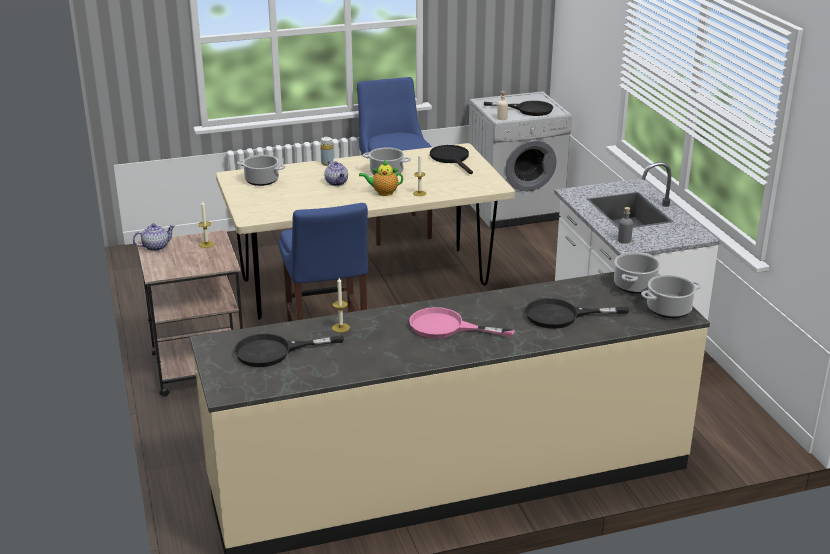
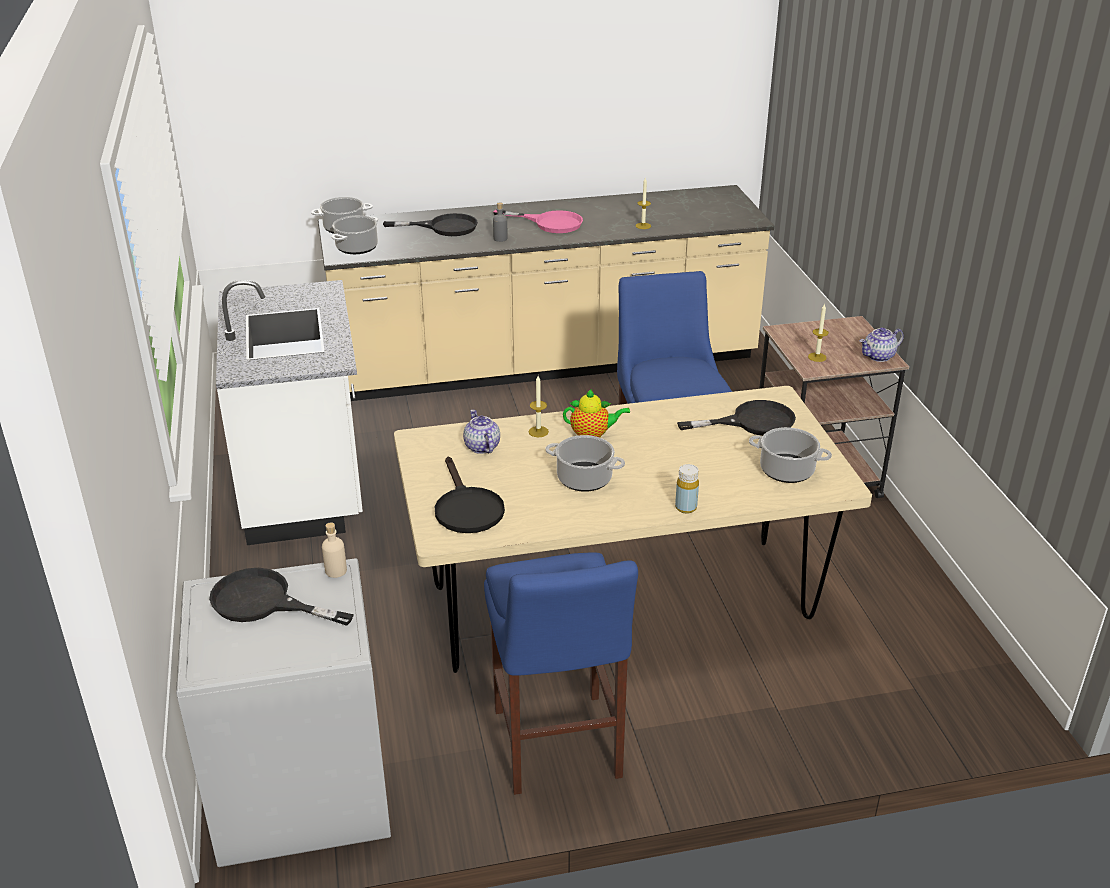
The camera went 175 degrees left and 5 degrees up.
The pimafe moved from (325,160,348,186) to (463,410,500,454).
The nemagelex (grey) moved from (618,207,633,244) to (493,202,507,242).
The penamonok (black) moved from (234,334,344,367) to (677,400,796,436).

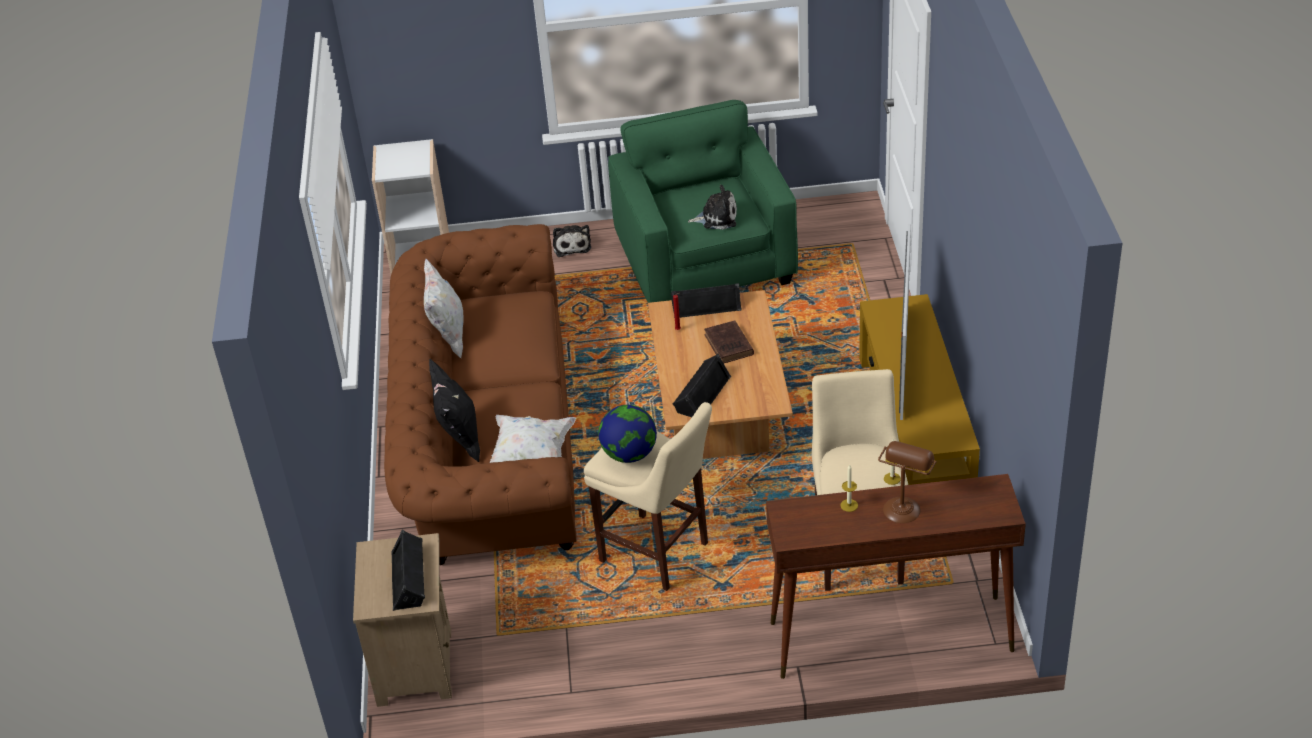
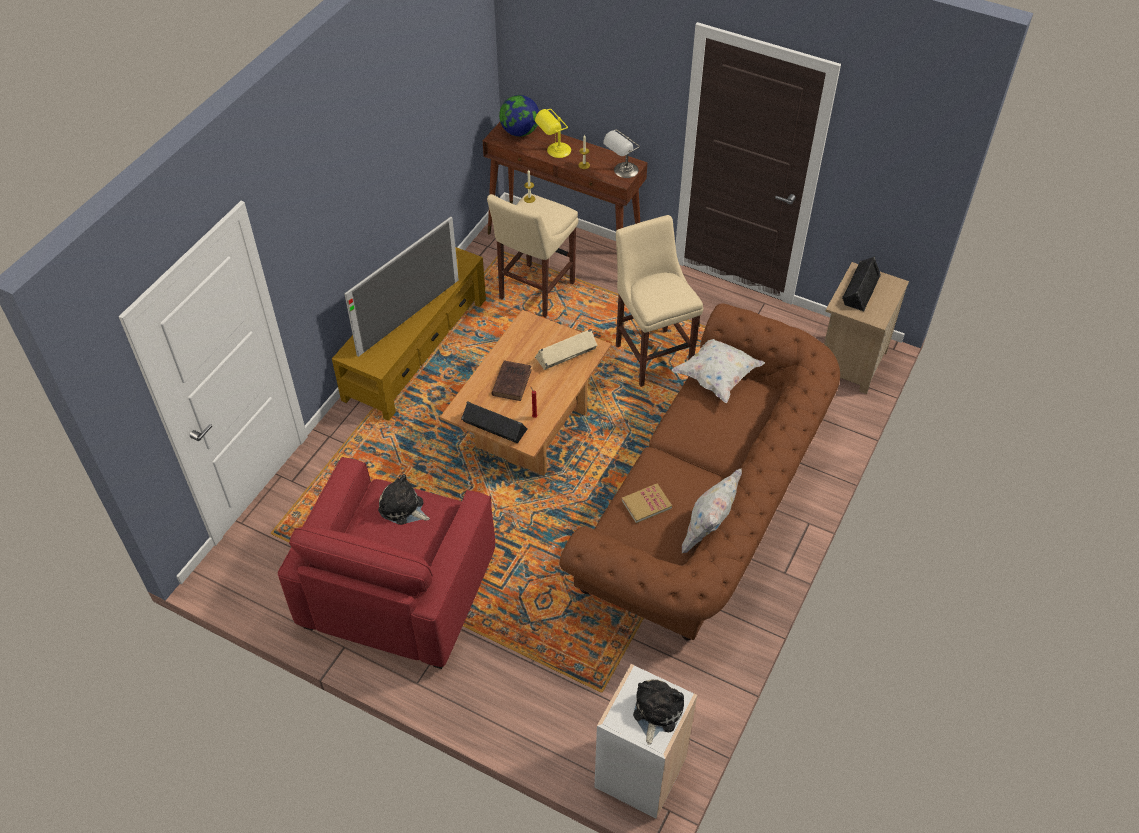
The camera went 150 degrees left and 10 degrees up.
The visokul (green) at (608,100,798,303) became the visokul (red) at (278,457,495,669).
The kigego moved from (553,225,591,257) to (633,679,684,745).
The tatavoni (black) at (673,354,731,417) became the tatavoni (beige) at (535,329,598,370).
The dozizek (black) at (429,359,480,462) disappeared.
The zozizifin moved from (598,405,657,463) to (499,95,539,137).
The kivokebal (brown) at (878,441,936,523) became the kivokebal (yellow) at (535,109,571,158).
The kivokebal (white) at (603,129,640,178) appeared.
The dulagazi at (621,484,672,523) appeared.

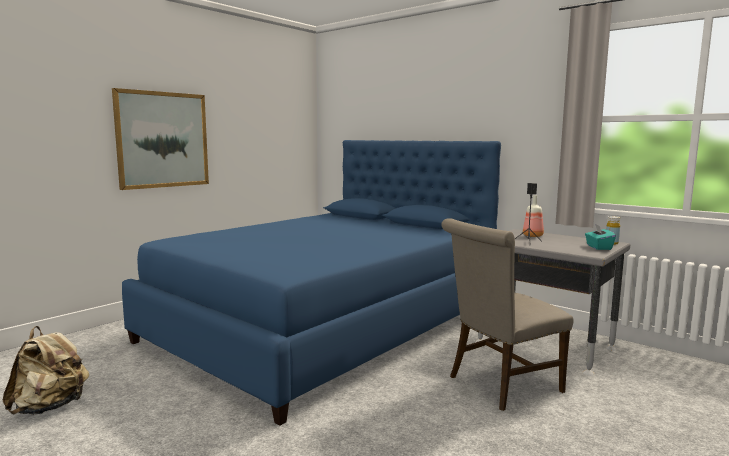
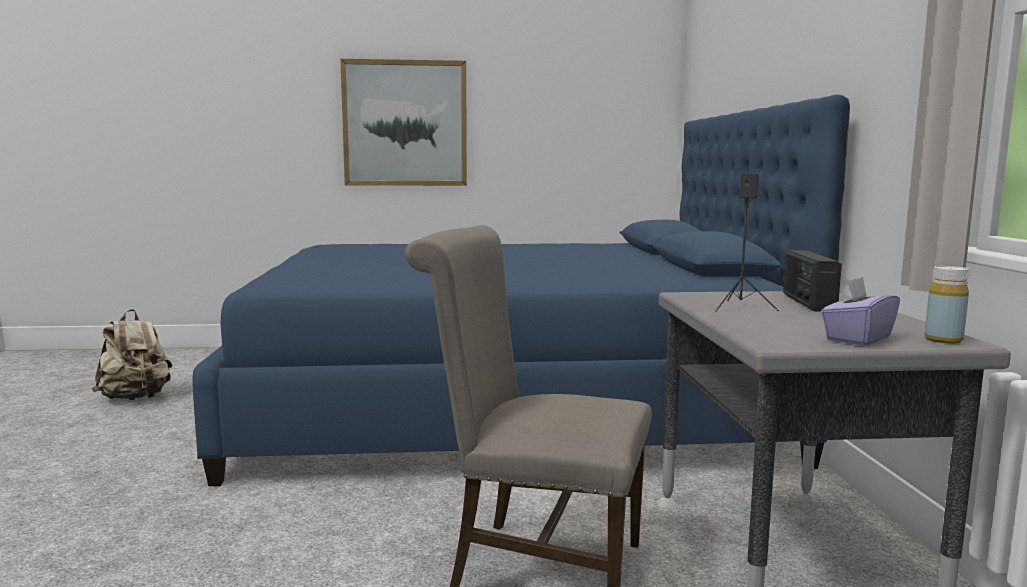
The camera went 45 degrees right and 0 degrees up.
The nemagelex at (523,195,544,237) was replaced by the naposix at (783,250,842,312).
The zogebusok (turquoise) at (585,224,616,250) became the zogebusok (purple) at (821,277,900,346).

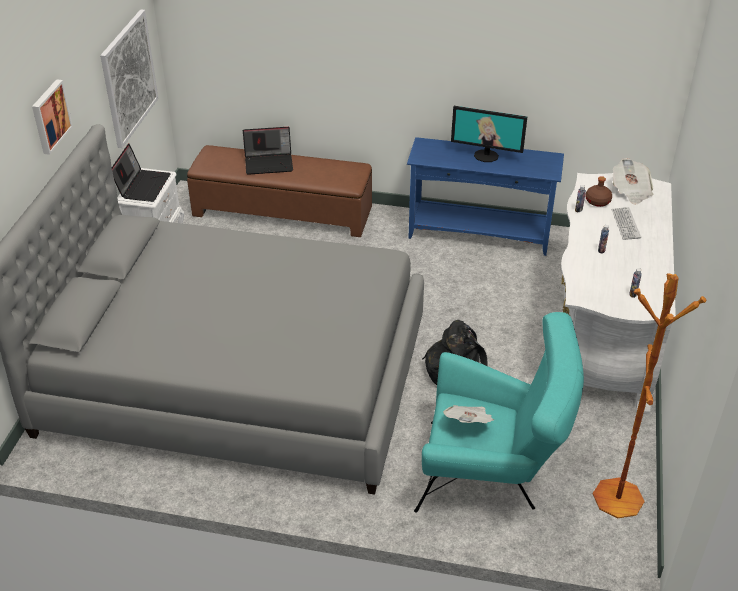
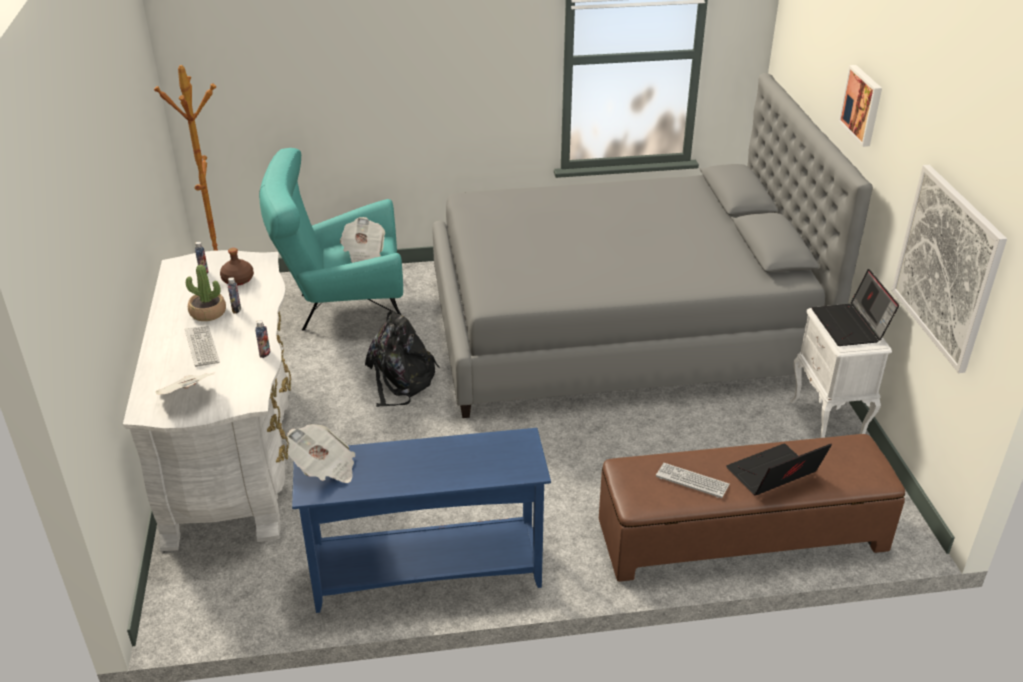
The camera went 160 degrees right and 5 degrees down.
The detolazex at (451,106,527,162) disappeared.
The nemagelex (brown) moved from (585,176,612,207) to (220,248,254,286).
The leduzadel at (186,265,226,321) appeared.
The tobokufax at (287,424,355,483) appeared.
The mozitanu at (656,463,729,498) appeared.

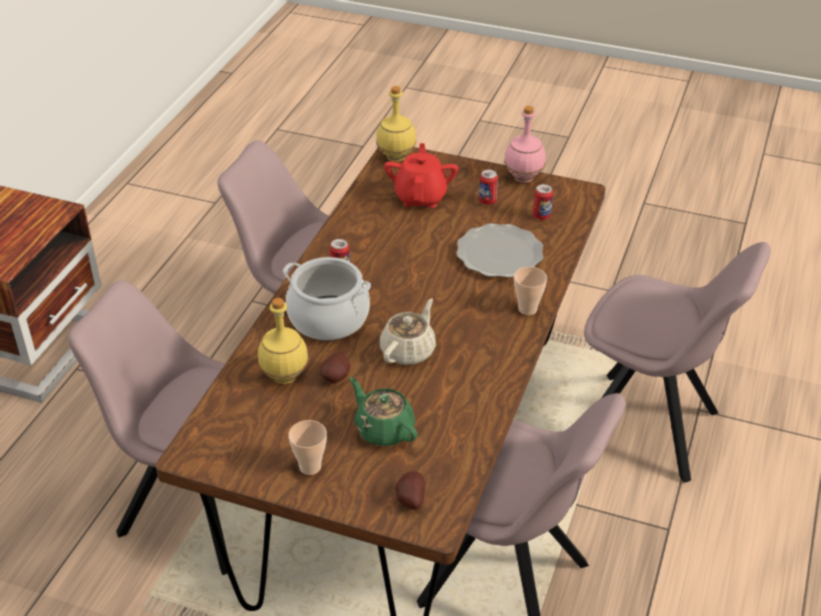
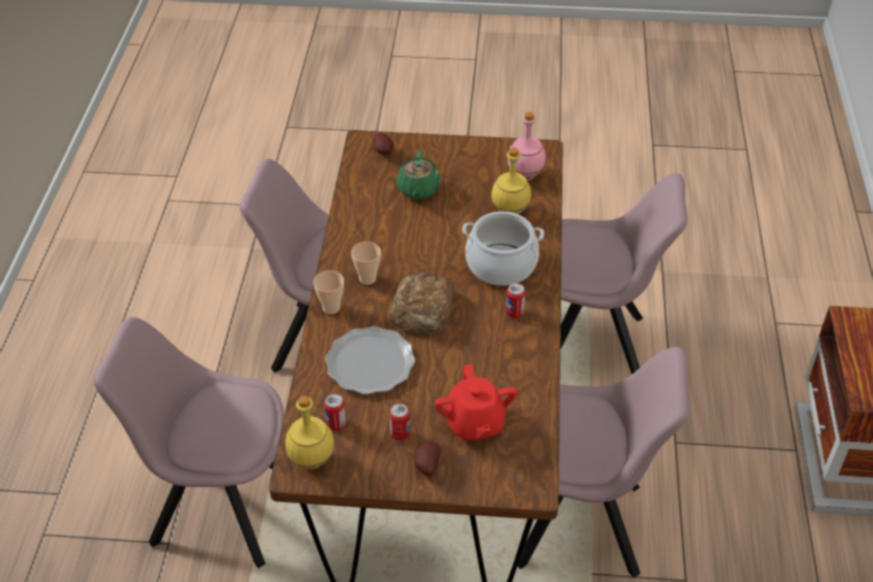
The camera went 165 degrees right and 5 degrees up.
The nemagelex (yellow) moved from (376,86,416,162) to (285,396,335,469).
The nemagelex (pink) moved from (504,106,546,183) to (507,112,546,181).
The pimafe (beige) at (380,299,436,365) disappeared.
The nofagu moved from (320,352,350,383) to (414,442,440,477).
The pimafe (green) at (350,377,418,446) turned 60 degrees clockwise.
The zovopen moved from (288,420,327,475) to (351,242,381,285).
The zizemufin at (389,272,454,334) appeared.

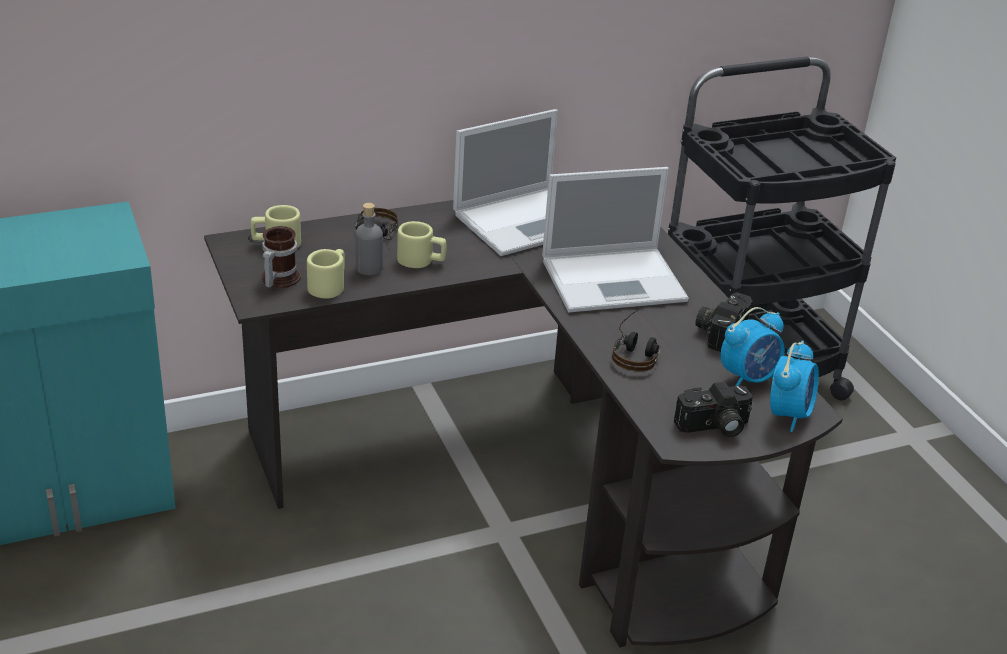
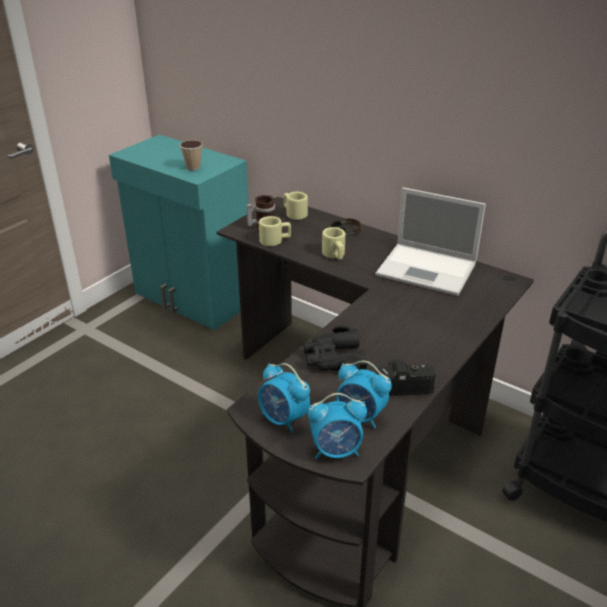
The camera went 60 degrees right and 0 degrees up.
The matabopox at (542,167,689,312) disappeared.
The nemagelex (grey) at (355,203,383,275) disappeared.
The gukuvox at (612,310,661,372) was replaced by the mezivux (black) at (303,326,368,371).
The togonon at (674,381,753,437) was replaced by the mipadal at (258,363,310,433).
The zovopen at (180,140,203,171) appeared.

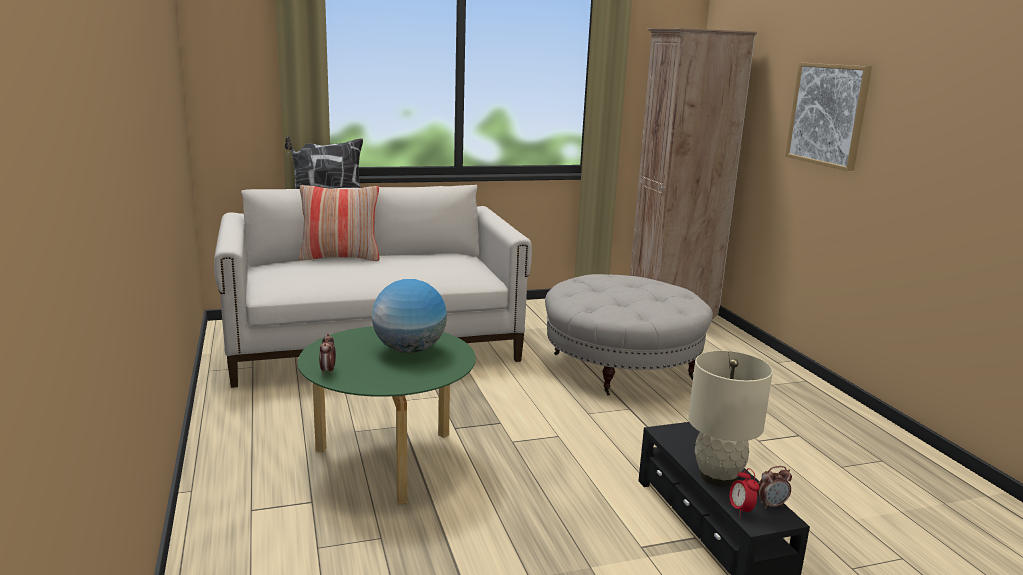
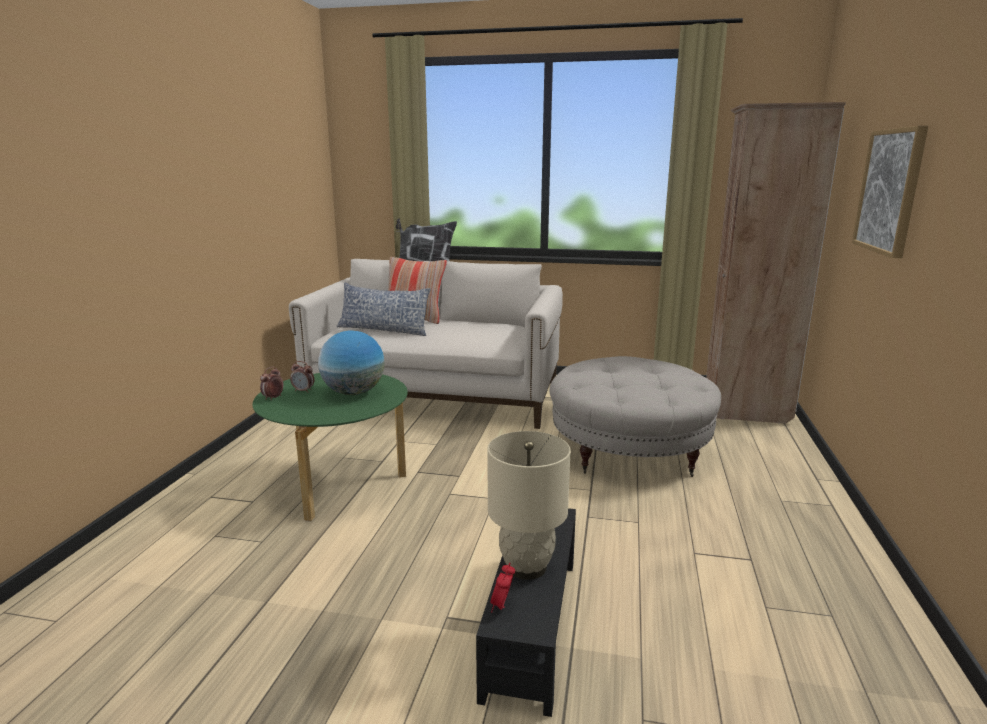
The camera went 30 degrees right and 0 degrees up.
The mipadal moved from (757,466,792,509) to (290,361,314,393).
The dozizek at (337,283,431,336) appeared.

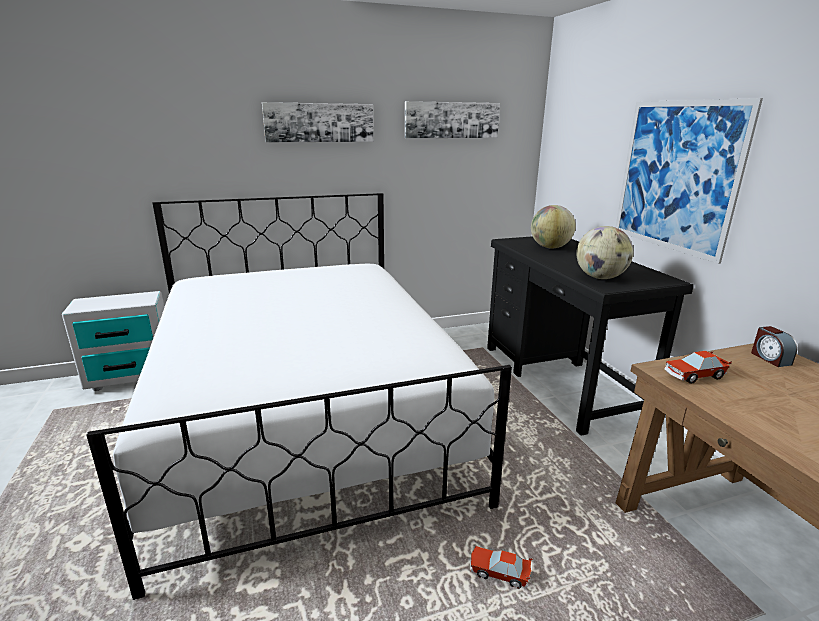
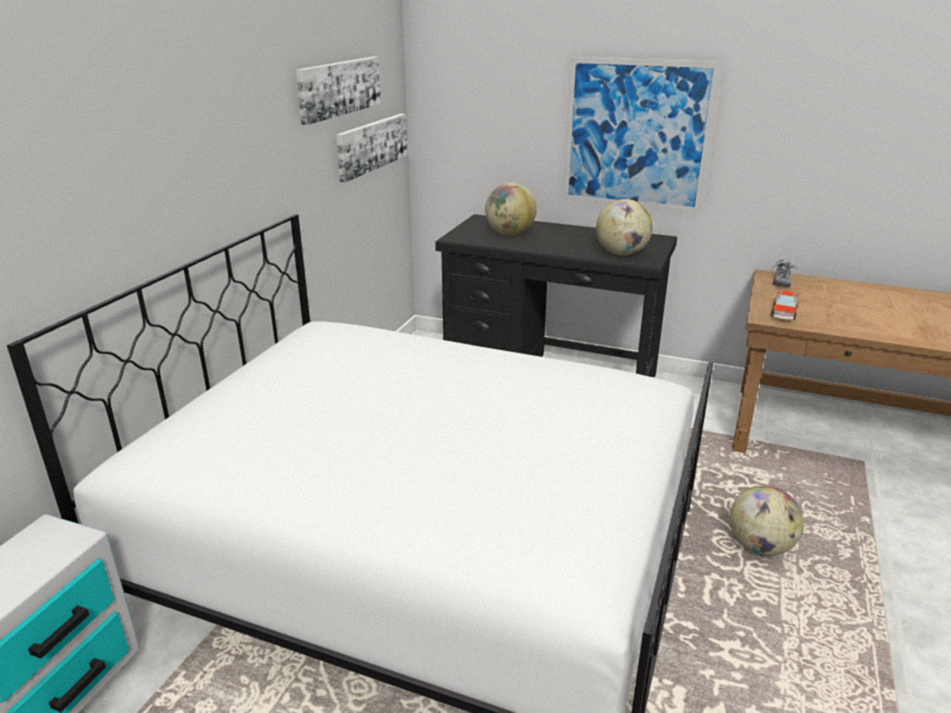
The camera went 50 degrees left and 5 degrees up.
The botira moved from (262,102,373,142) to (336,114,407,183).
The mipadal at (751,326,798,367) was replaced by the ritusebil at (771,260,797,287).
The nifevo at (470,546,532,589) was replaced by the zozizifin at (730,485,804,556).

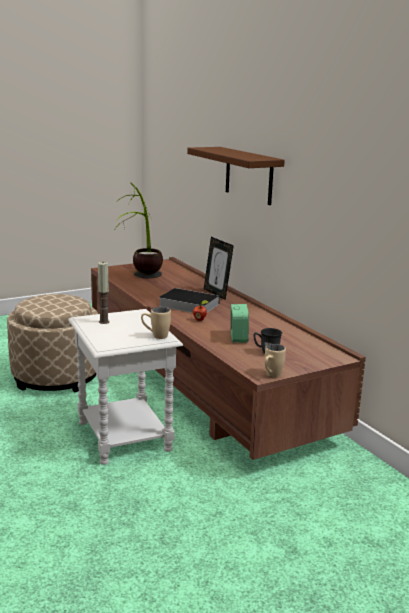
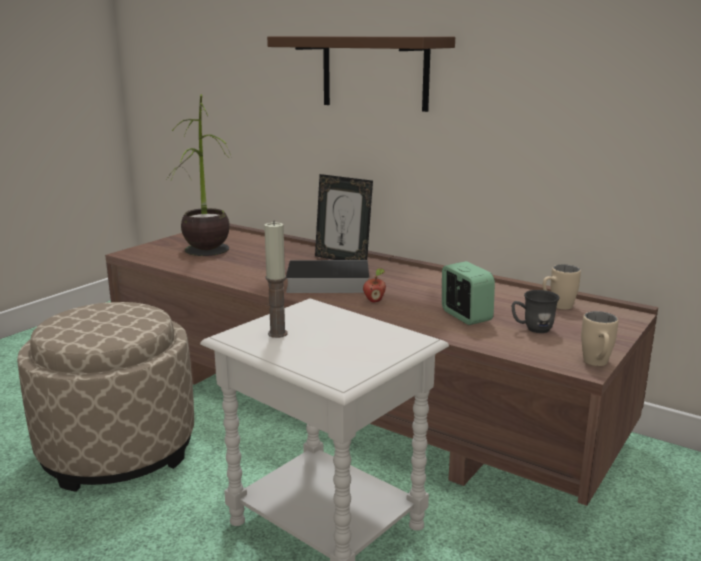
The camera went 25 degrees left and 0 degrees up.
The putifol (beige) moved from (141,307,171,339) to (542,265,581,309).

